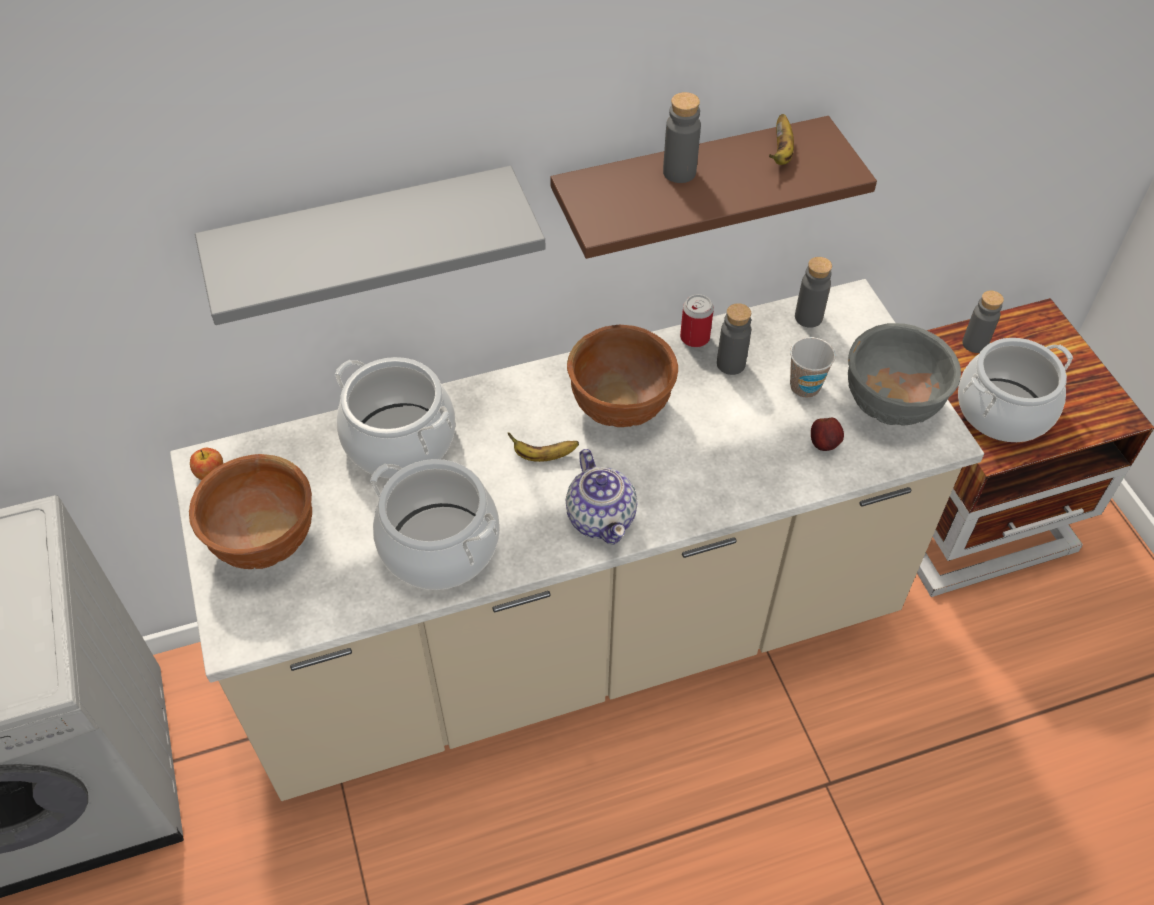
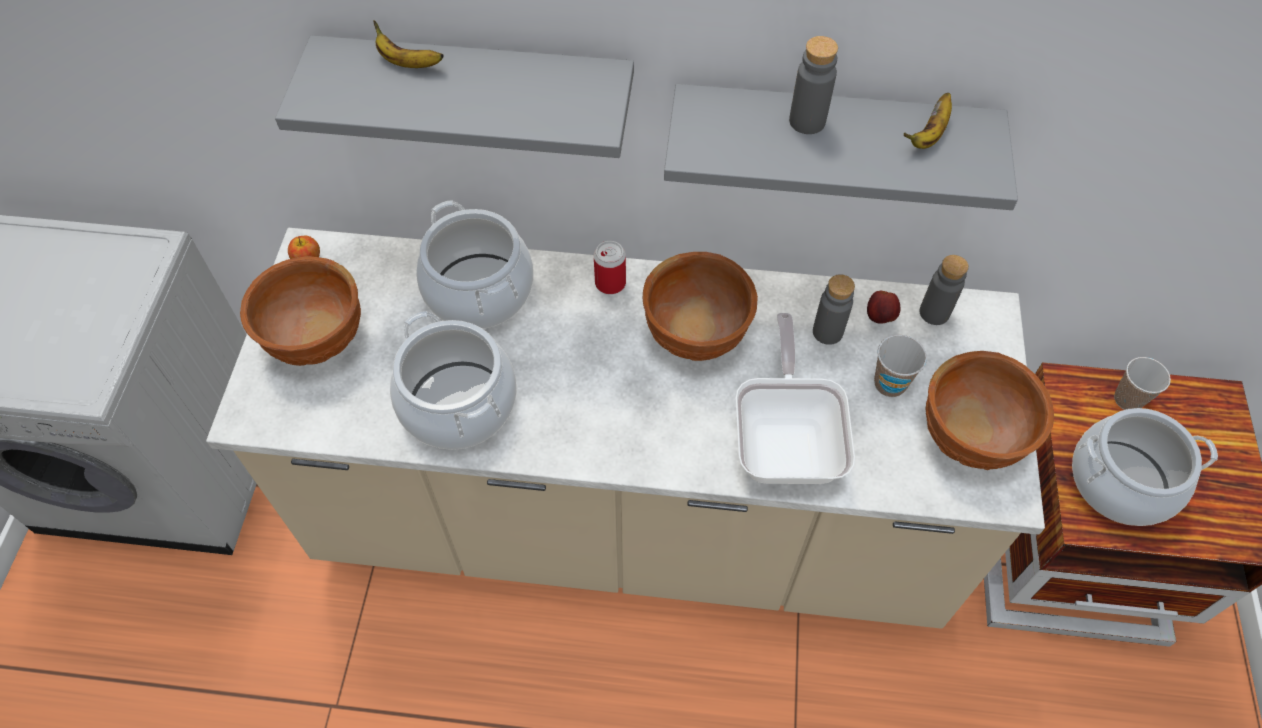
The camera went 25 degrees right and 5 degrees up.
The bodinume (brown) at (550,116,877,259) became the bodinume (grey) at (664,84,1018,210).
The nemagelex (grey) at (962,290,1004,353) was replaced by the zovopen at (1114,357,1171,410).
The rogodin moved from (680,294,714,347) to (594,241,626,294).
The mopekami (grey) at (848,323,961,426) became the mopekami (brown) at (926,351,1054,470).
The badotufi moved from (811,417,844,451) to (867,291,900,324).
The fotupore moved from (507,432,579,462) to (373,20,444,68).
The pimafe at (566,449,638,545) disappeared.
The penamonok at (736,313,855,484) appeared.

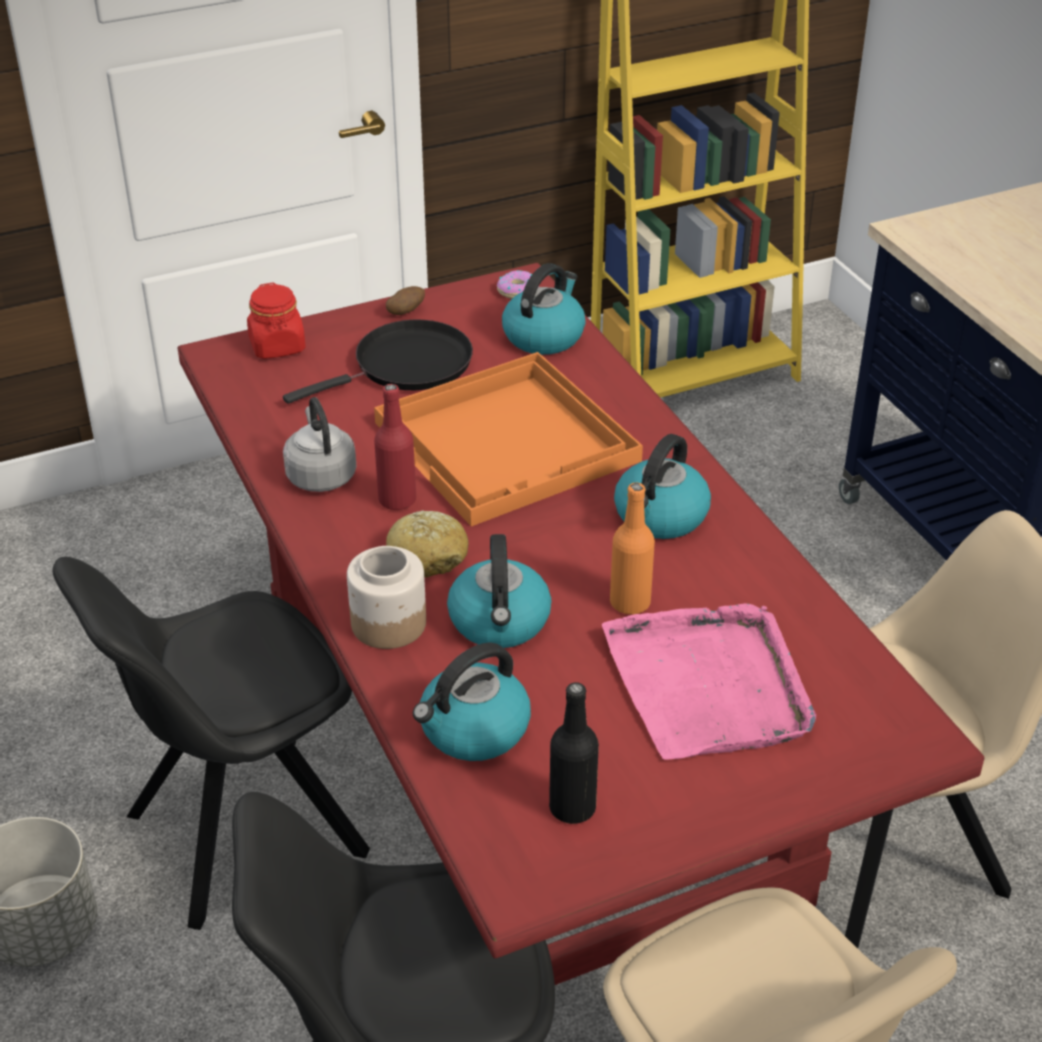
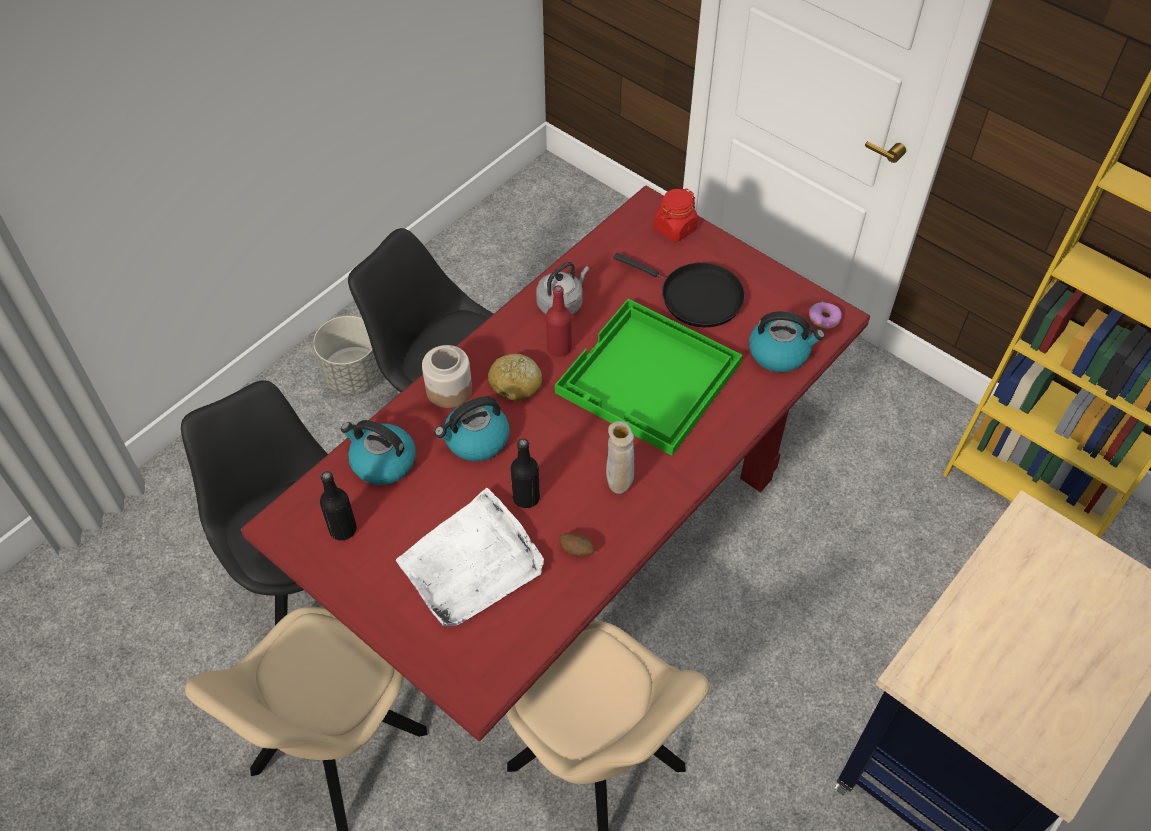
The camera went 65 degrees right and 15 degrees up.
The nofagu moved from (386,286,425,315) to (559,533,595,557).
The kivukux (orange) at (374,352,643,526) became the kivukux (green) at (555,299,743,456).
The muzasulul at (614,434,711,539) was replaced by the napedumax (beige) at (606,421,634,494).
The nemagelex (orange) at (610,482,655,615) became the nemagelex (black) at (511,438,540,508).
The kivukux (pink) at (602,603,816,760) became the kivukux (white) at (396,488,544,626).

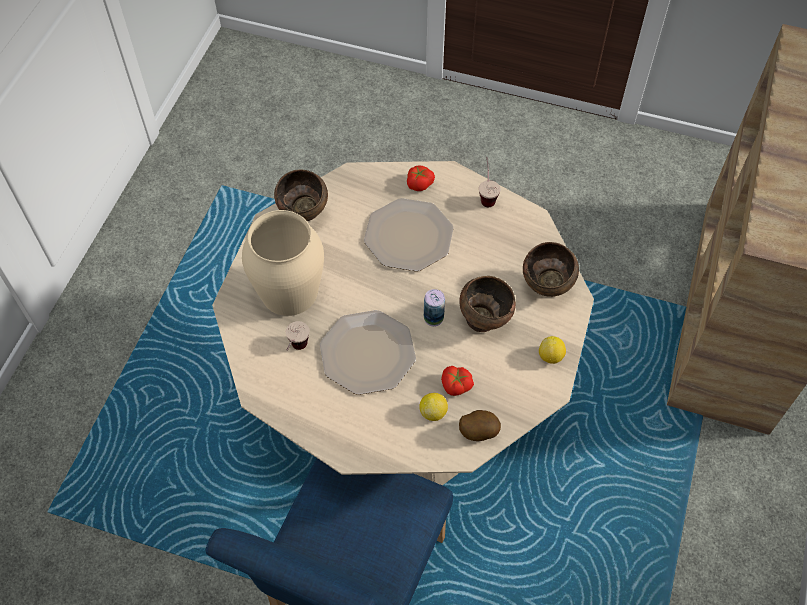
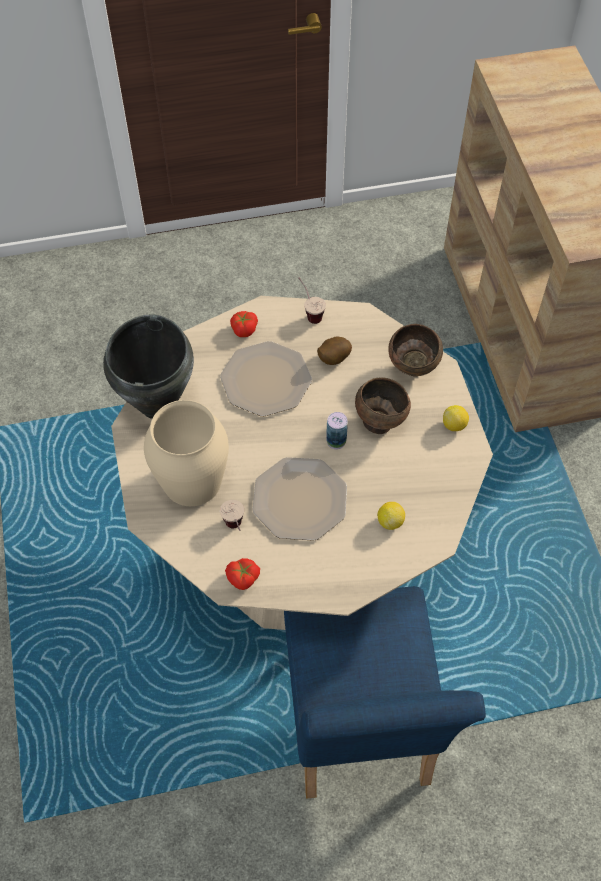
The camera went 30 degrees left and 0 degrees up.
The mopekami (brown) at (274,169,328,221) was replaced by the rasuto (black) at (103,315,194,419).
The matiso moved from (441,366,474,396) to (225,558,260,590).
The nofagu moved from (459,410,501,441) to (317,337,352,365).

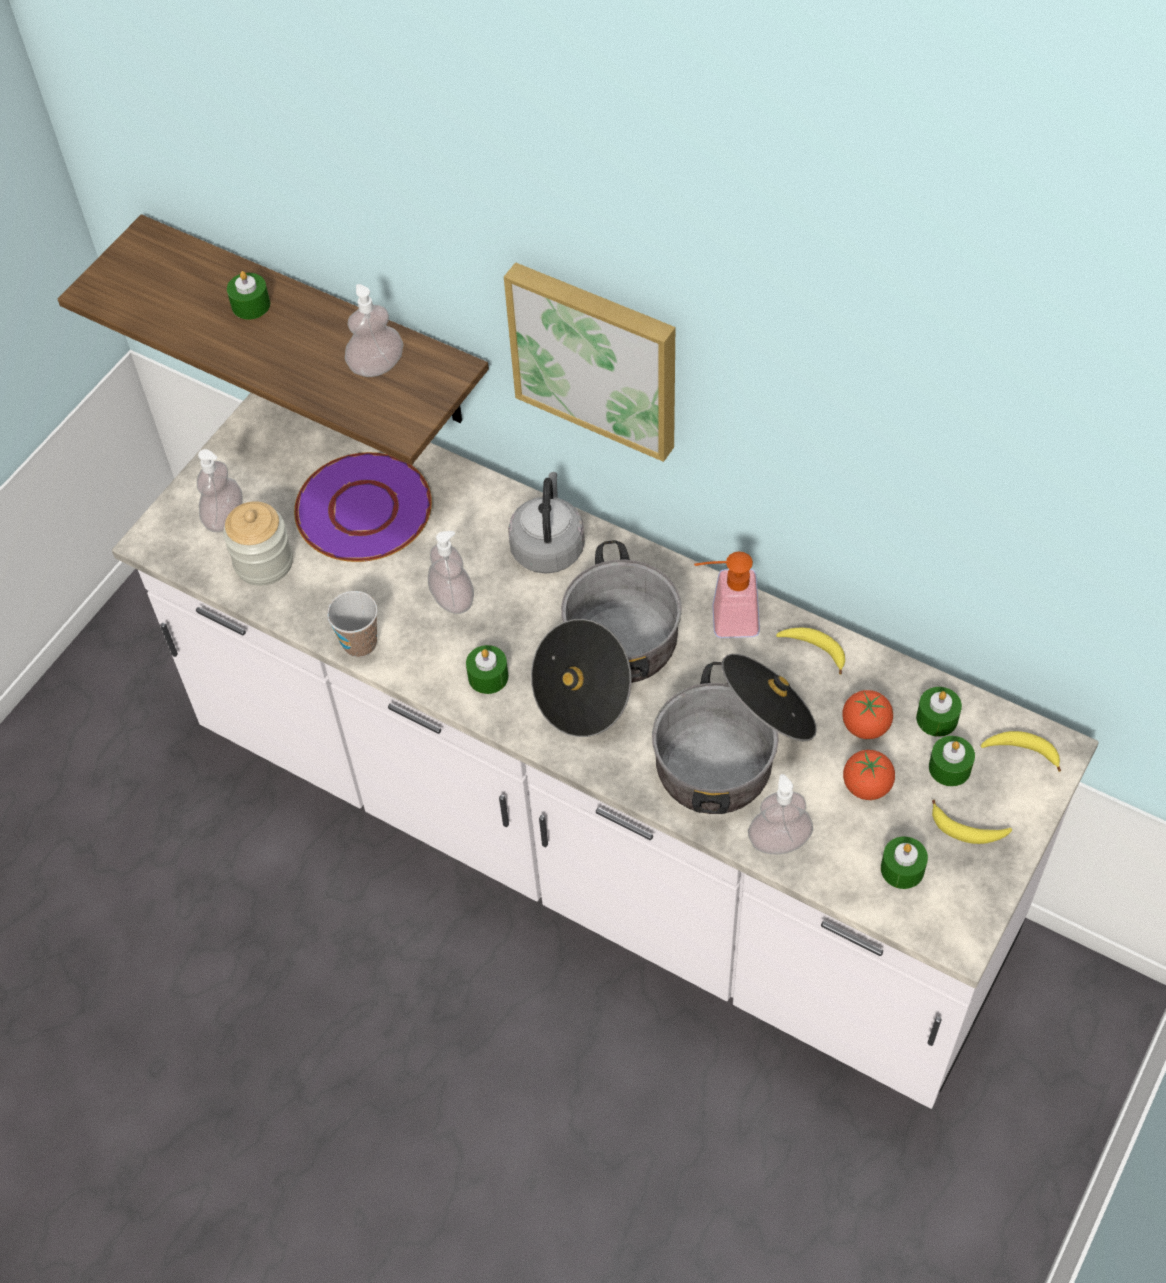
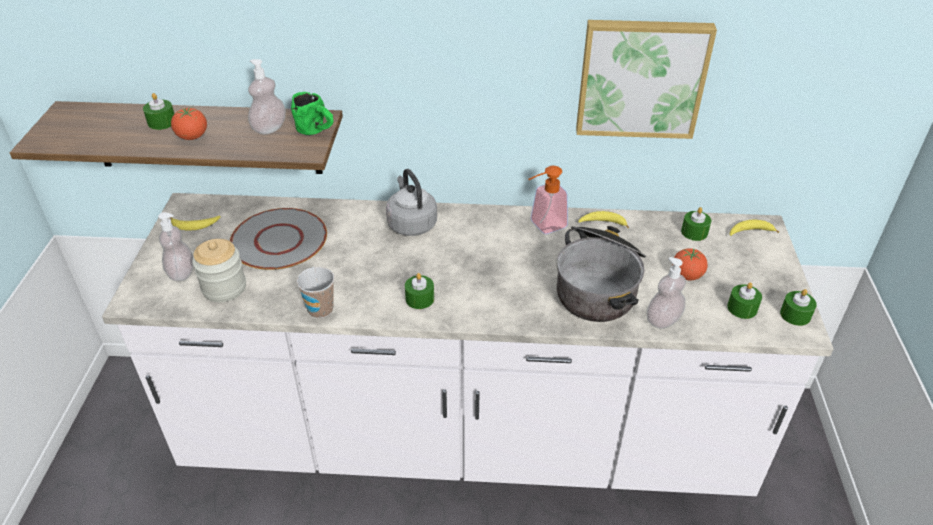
The camera went 30 degrees left and 15 degrees down.
The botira moved from (504,262,675,462) to (576,20,717,139).
The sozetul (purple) at (294,452,432,562) became the sozetul (grey) at (230,208,327,270).
The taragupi at (428,531,474,614) disappeared.
The rasuto at (531,540,682,737) disappeared.
The matiso moved from (842,690,893,739) to (171,107,207,140).
The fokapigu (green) moved from (929,736,975,786) to (780,289,817,326).
The fotupore moved from (932,800,1012,844) to (170,215,221,230).
The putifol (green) at (291,92,334,135) appeared.

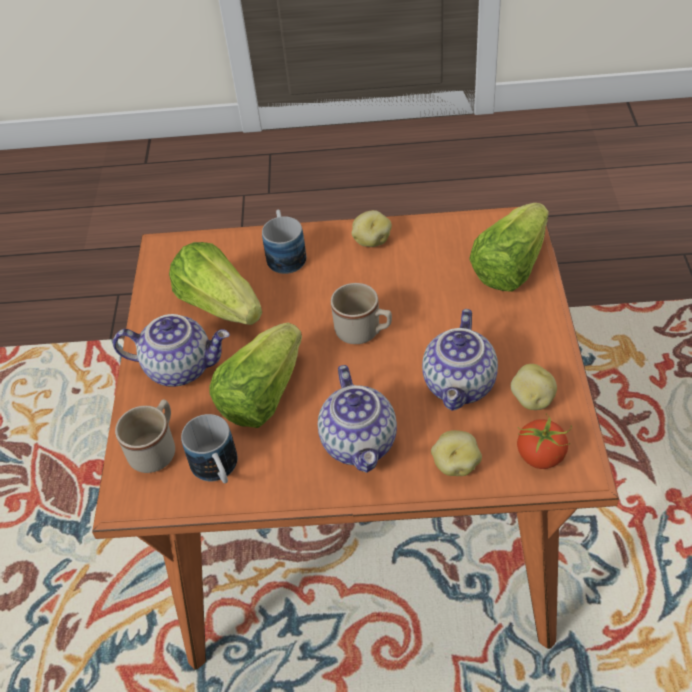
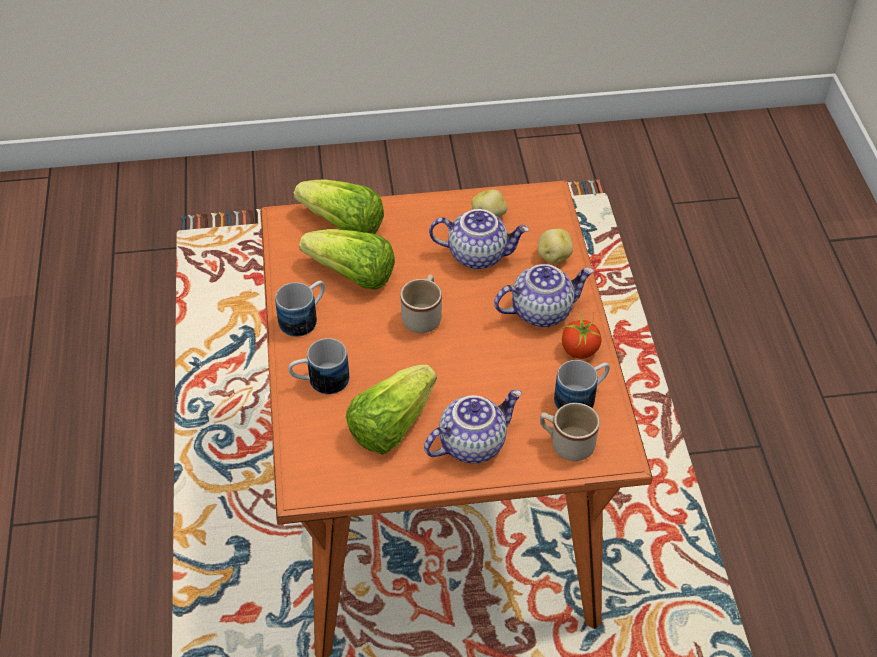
The camera went 100 degrees left and 0 degrees up.
The nofagu at (352,210,392,247) was replaced by the putifol at (275,281,325,337).
The pimafe at (113,314,230,387) turned 60 degrees clockwise.
The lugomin moved from (209,323,302,428) to (299,229,395,290).
The matiso moved from (517,413,572,469) to (562,311,601,359).

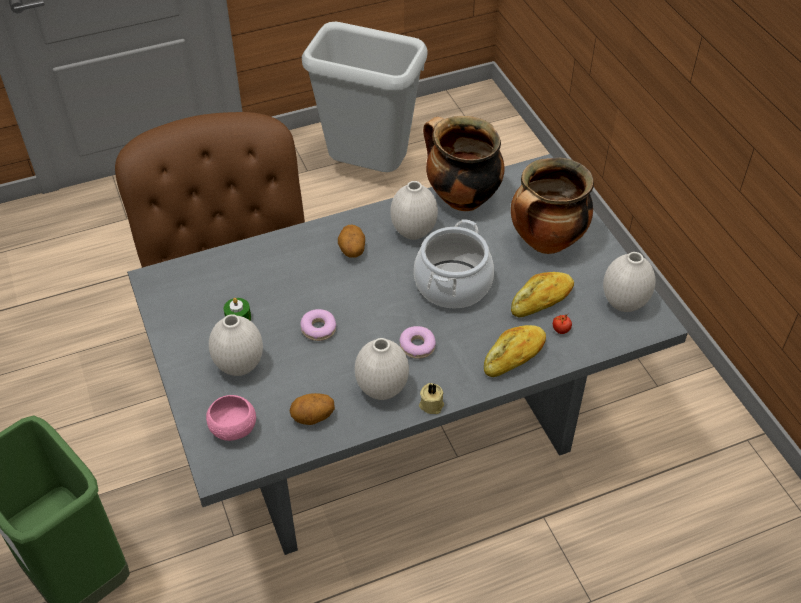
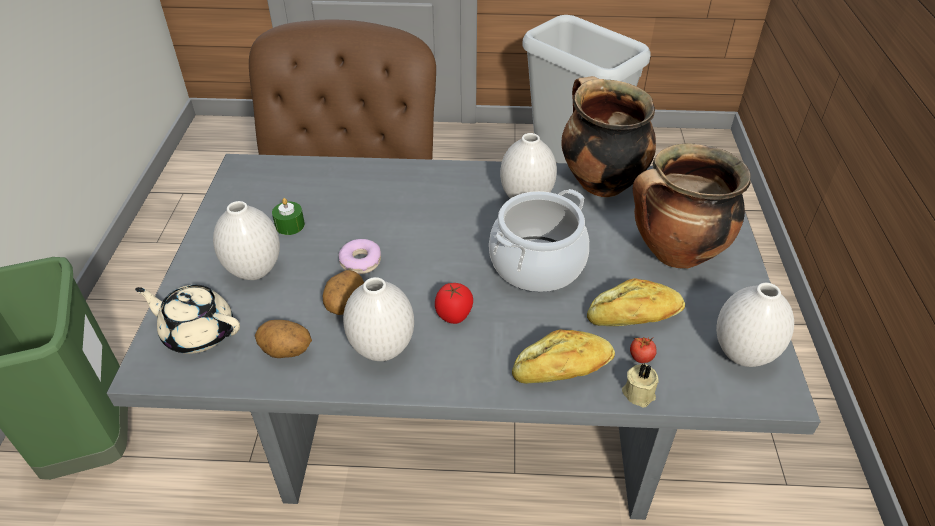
The camera went 25 degrees right and 5 degrees down.
The nofagu moved from (338,225,365,257) to (323,270,364,315).
The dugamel at (399,326,436,359) was replaced by the matiso at (435,283,473,324).
The fokapigu (beige) moved from (419,383,444,414) to (622,363,659,408).
The mopekami (pink) at (206,395,256,441) was replaced by the pimafe (beige) at (135,285,240,354).

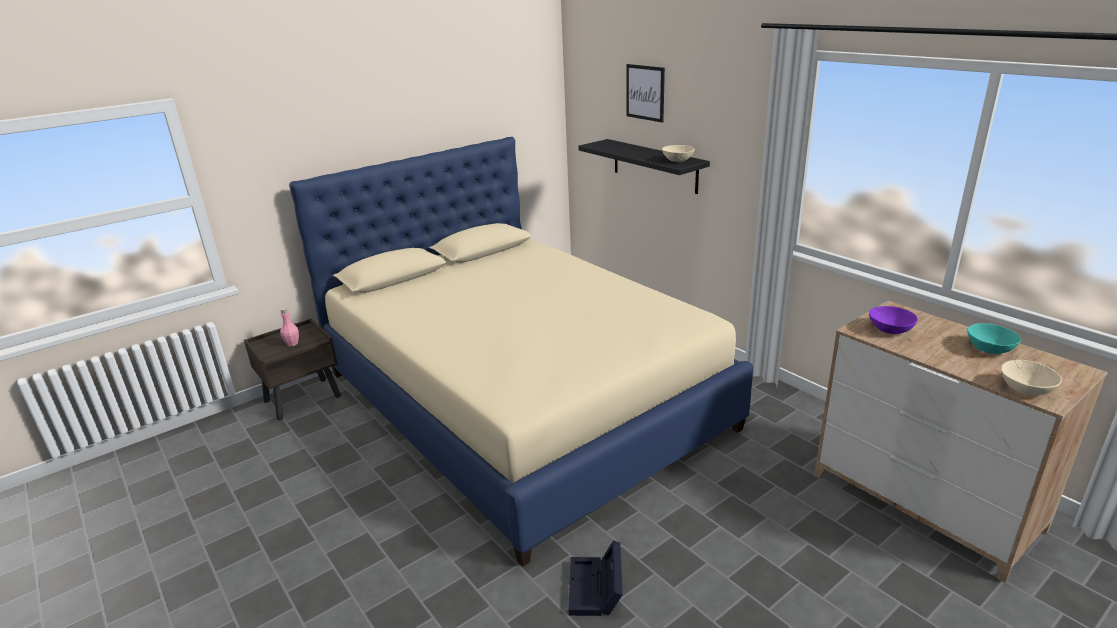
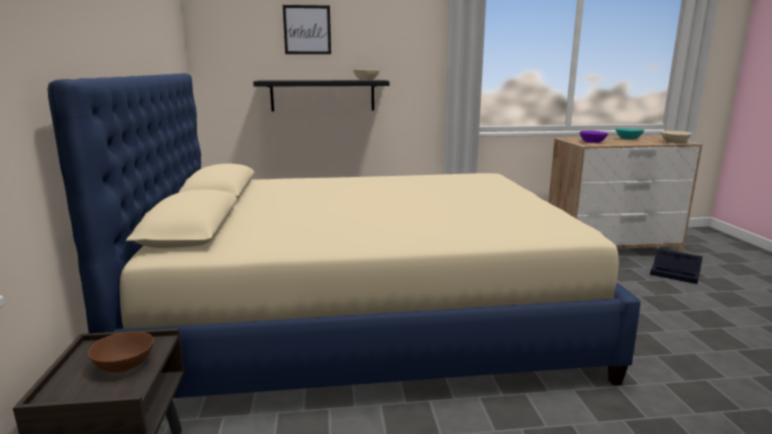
The camera went 60 degrees left and 10 degrees down.
The nemagelex (pink) at (280,308,299,346) was replaced by the mopekami (brown) at (88,331,154,372).
The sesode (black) moved from (568,540,623,616) to (650,249,703,284).

